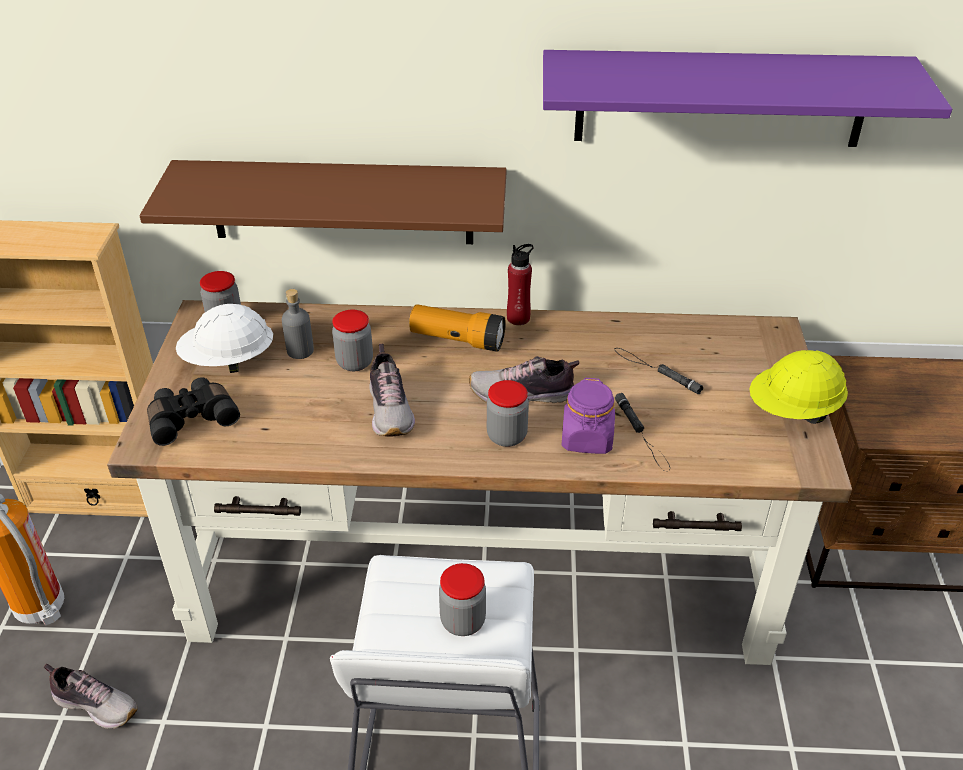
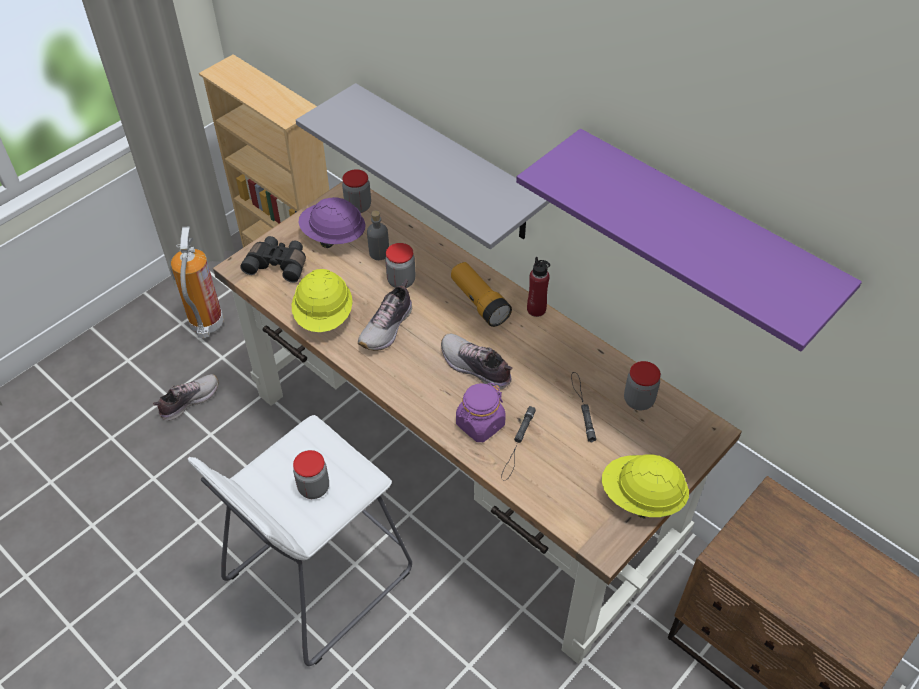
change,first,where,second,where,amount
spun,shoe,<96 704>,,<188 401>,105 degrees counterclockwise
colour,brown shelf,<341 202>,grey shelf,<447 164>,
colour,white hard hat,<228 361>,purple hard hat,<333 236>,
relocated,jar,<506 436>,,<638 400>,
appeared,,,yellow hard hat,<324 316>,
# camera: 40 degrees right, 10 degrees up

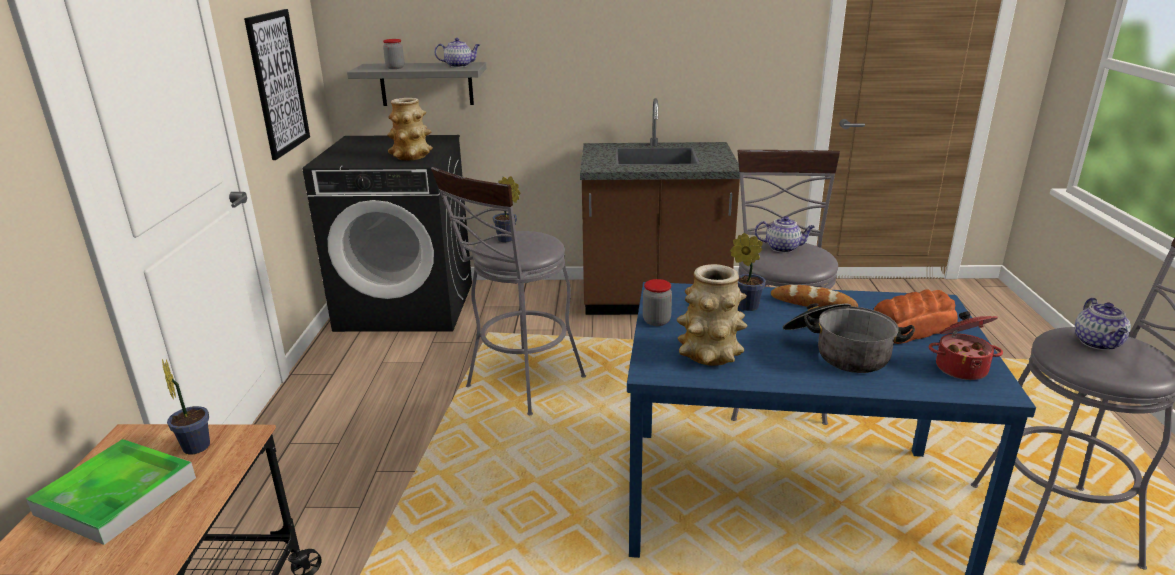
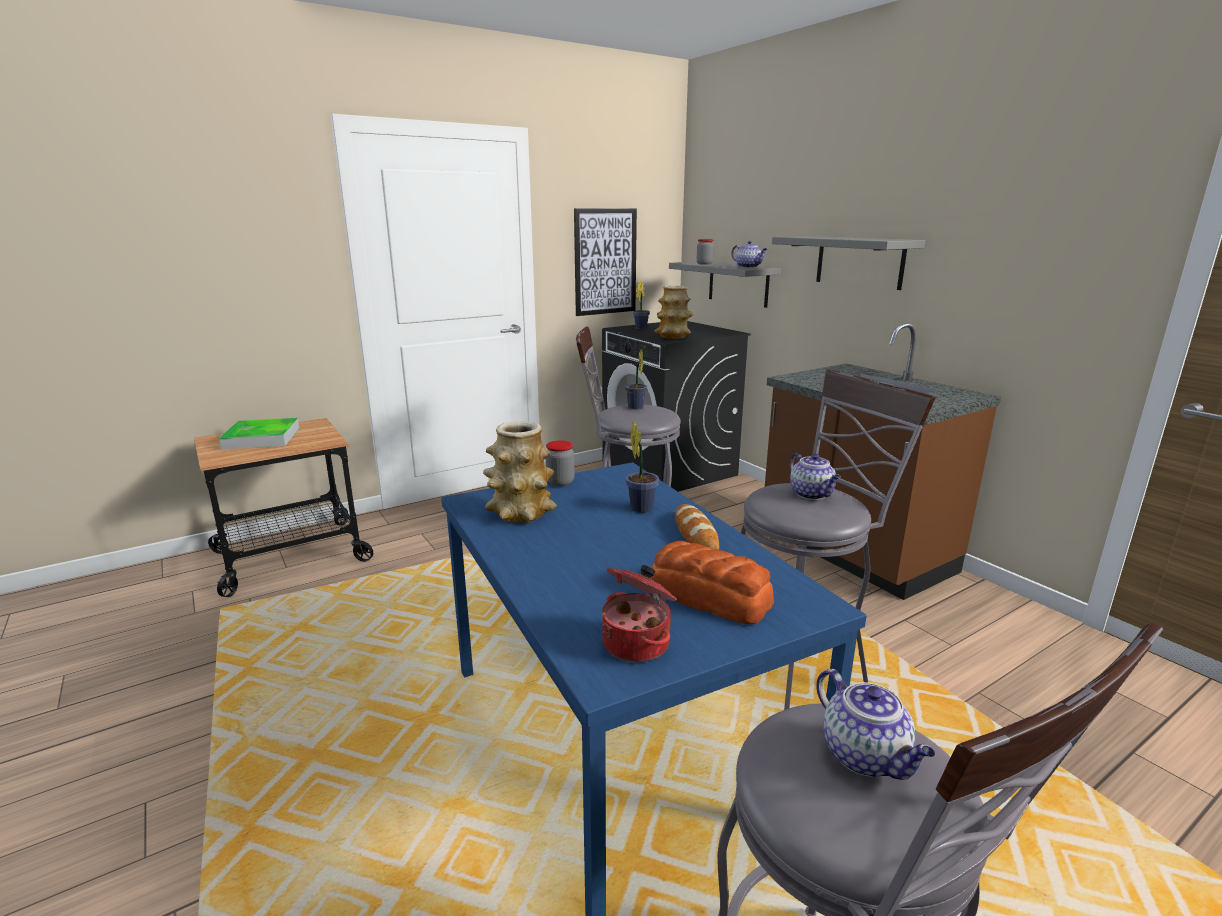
change,first,where,second,where,amount
relocated,potted plant,<196 445>,,<641 328>,
missing,cooking pot,<838 351>,,,
spun,teapot,<1098 343>,,<866 757>,90 degrees counterclockwise
appeared,,,grey shelf,<859 262>,
# camera: 55 degrees right, 5 degrees down

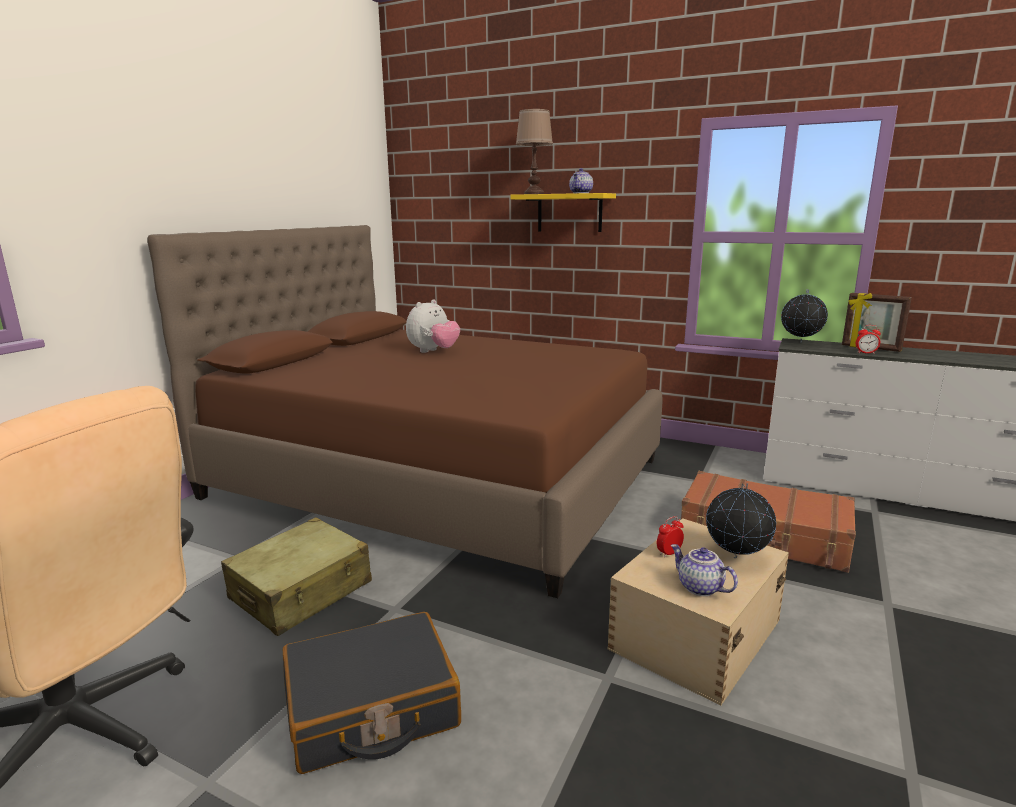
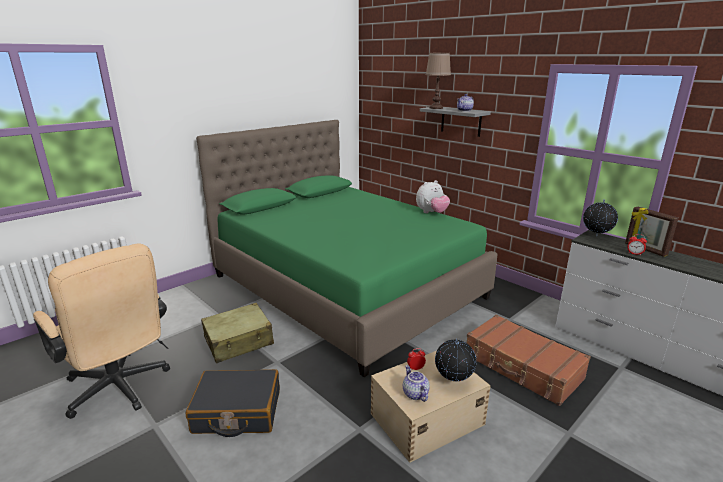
change,first,where,second,where,amount
colour,brown bed,<438 478>,green bed,<346 286>,
relocated,plush toy,<433 351>,,<431 213>,
colour,yellow shelf,<569 213>,grey shelf,<461 121>,
# camera: 20 degrees right, 5 degrees up

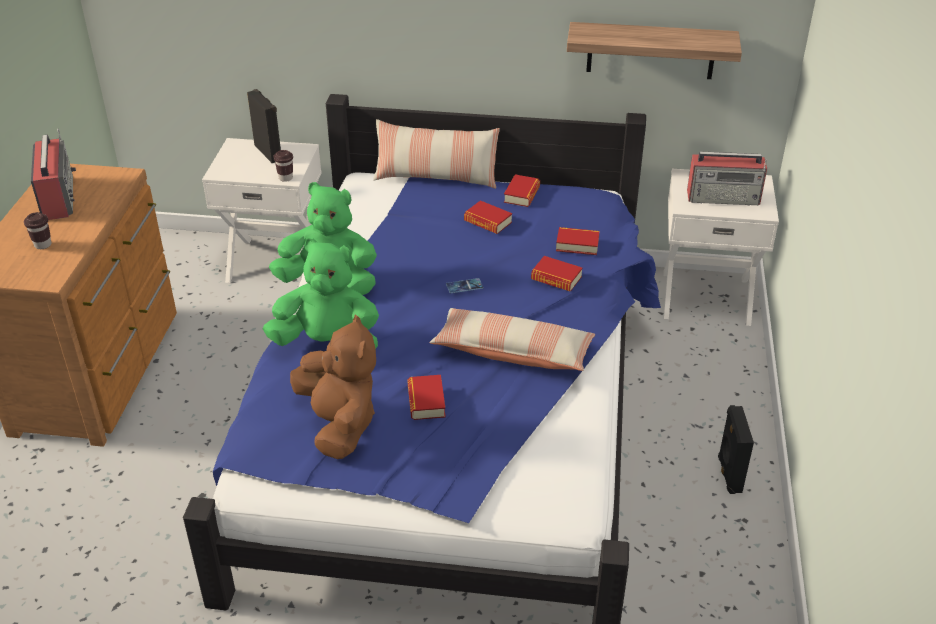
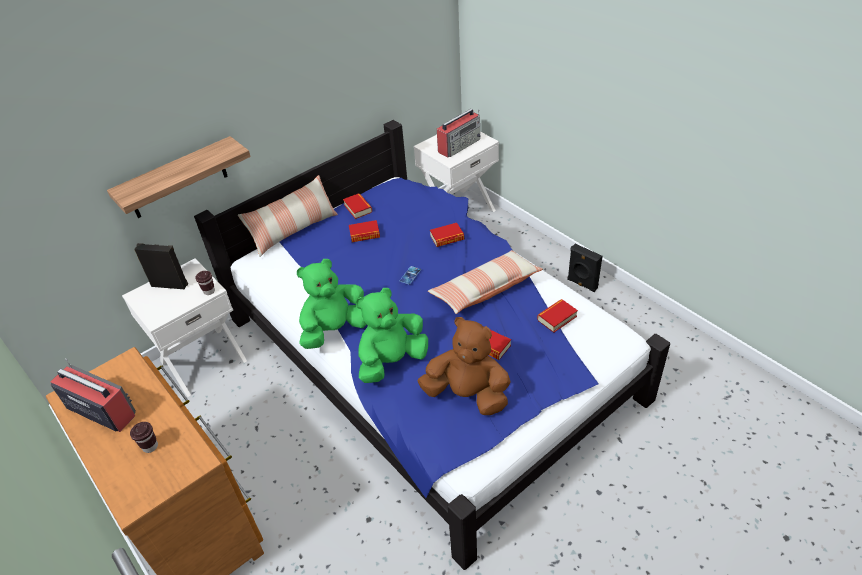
change,first,where,second,where,amount
relocated,book,<577 245>,,<557 318>,
relocated,shelf,<651 50>,,<177 179>,
# camera: 45 degrees left, 5 degrees up

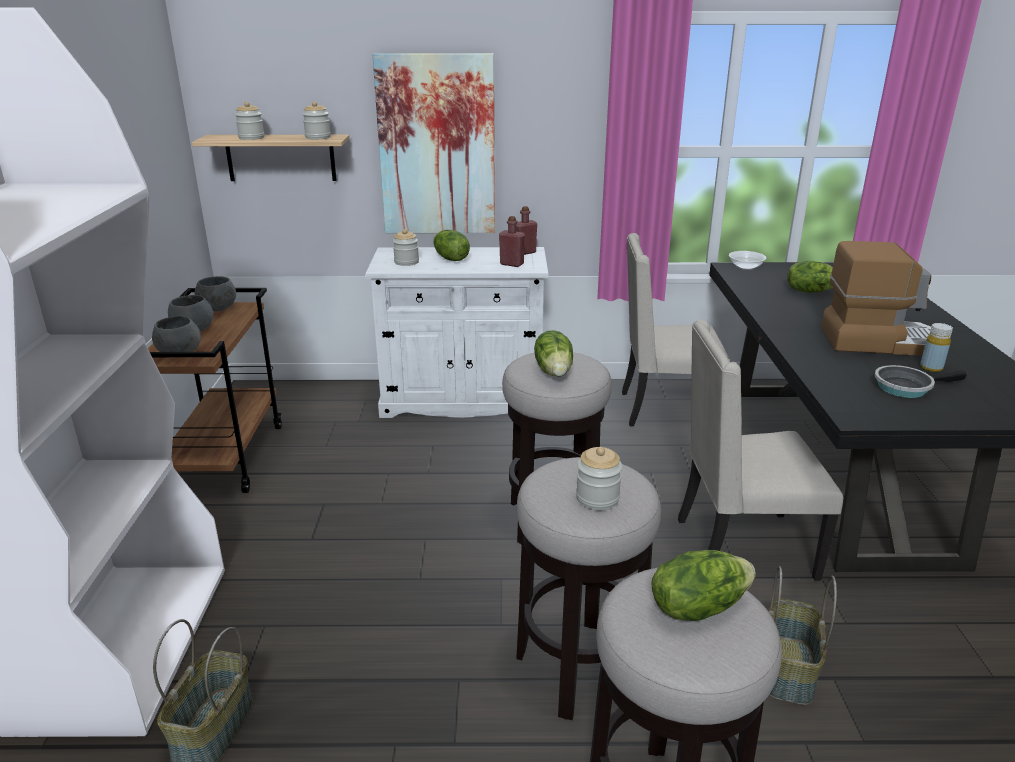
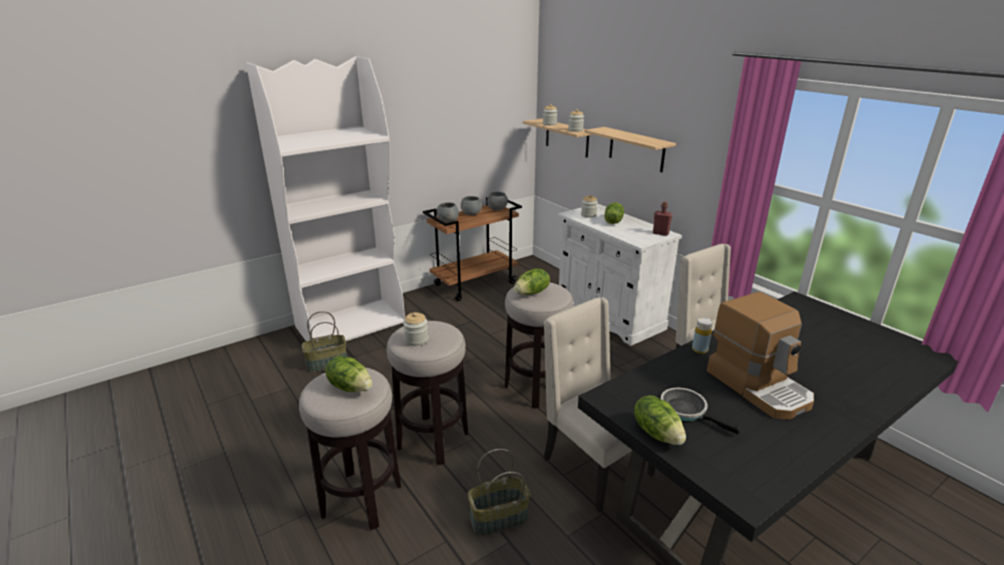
change,first,where,second,where,amount
exchanged,picture,<437 146>,shelf,<636 149>,
missing,red bottle,<511 264>,,,
missing,bowl,<745 267>,,,
relocated,lettuce,<810 291>,,<657 433>,
relocated,yellow bottle,<931 368>,,<699 350>,
# camera: 55 degrees right, 0 degrees up

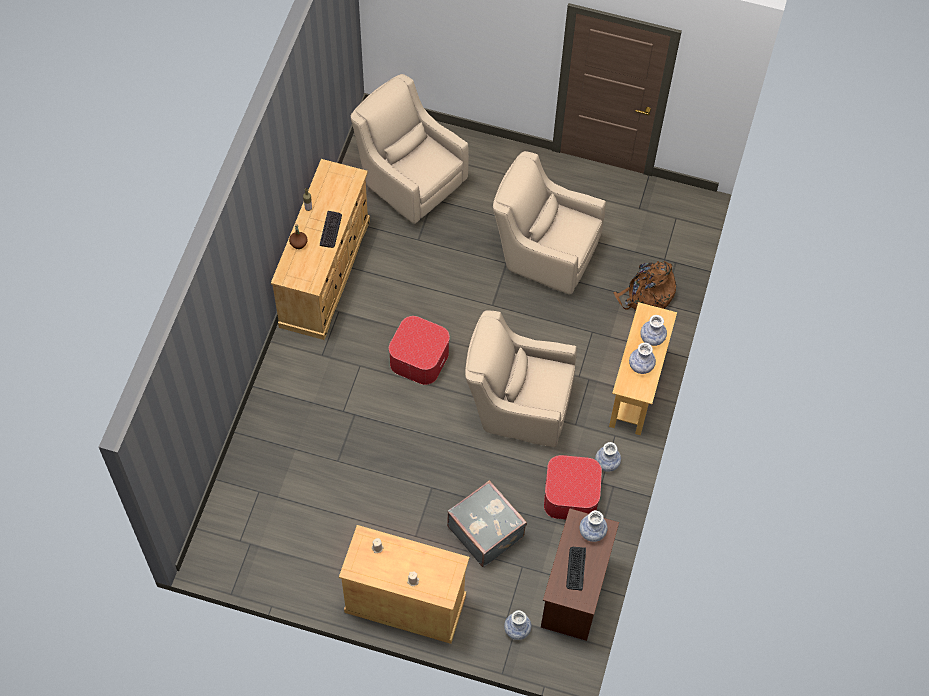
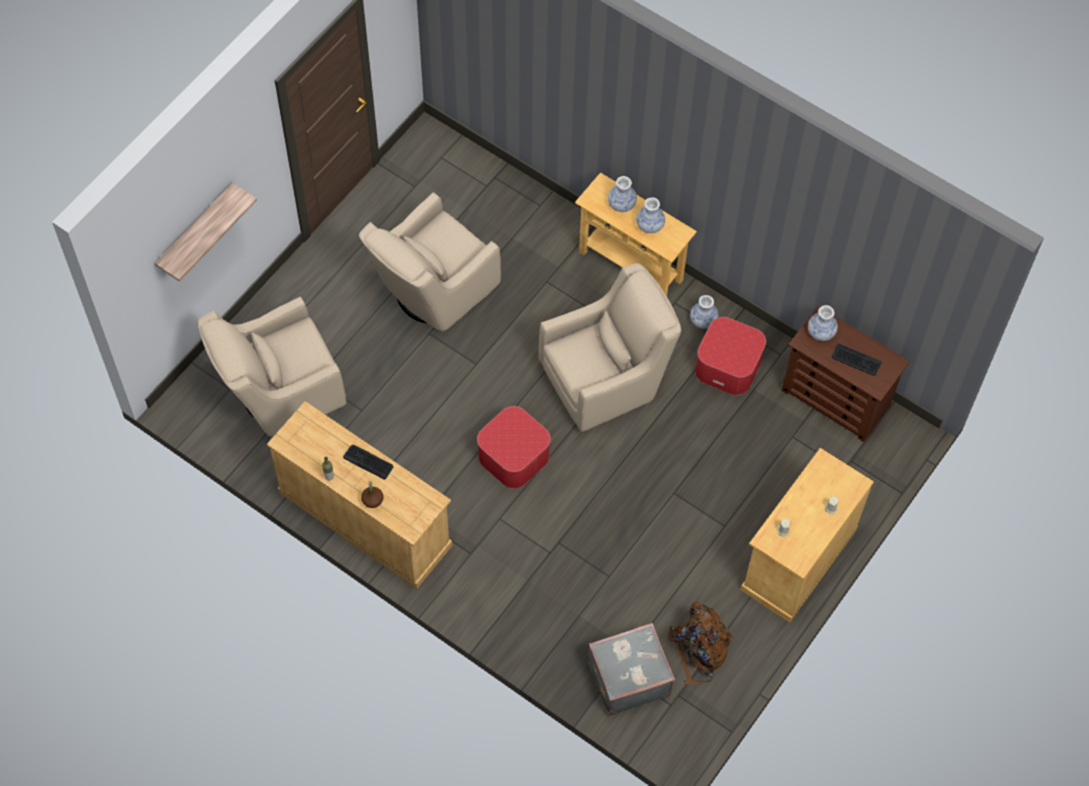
change,first,where,second,where,amount
relocated,grey suitcase,<486 531>,,<627 677>,
spun,beige armchair,<517 405>,,<607 380>,150 degrees counterclockwise
missing,vase,<517 629>,,,
relocated,brown backpack,<646 295>,,<699 649>,
appeared,,,shelf,<196 231>,
# camera: 70 degrees left, 0 degrees up

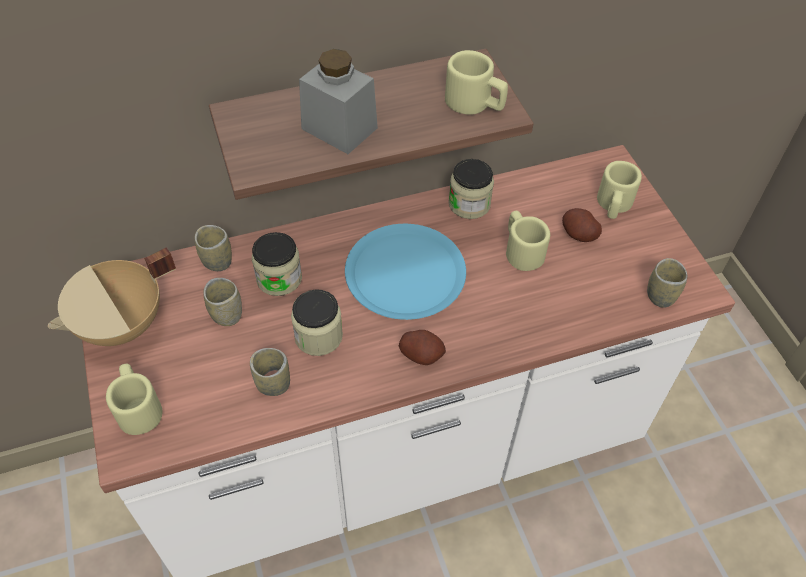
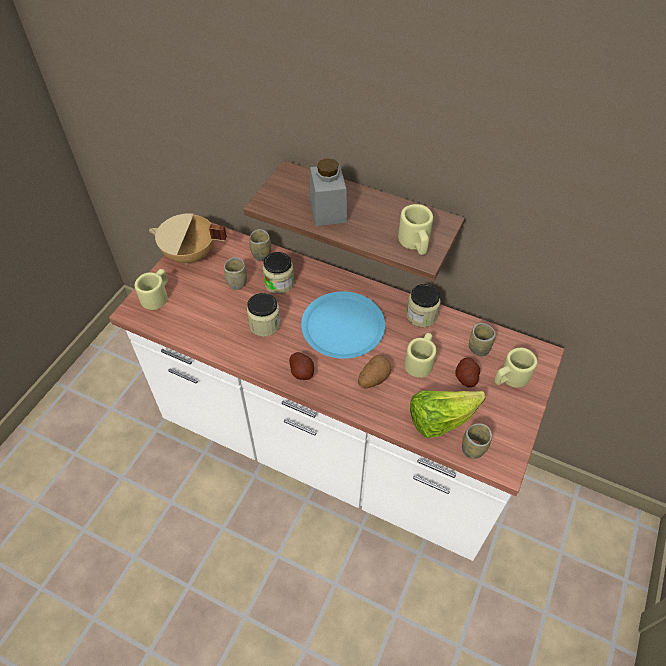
change,first,where,second,where,amount
relocated,cup,<273 384>,,<478 348>,
appeared,,,potato,<373 379>,
appeared,,,lettuce,<440 420>,
# camera: 45 degrees right, 0 degrees up

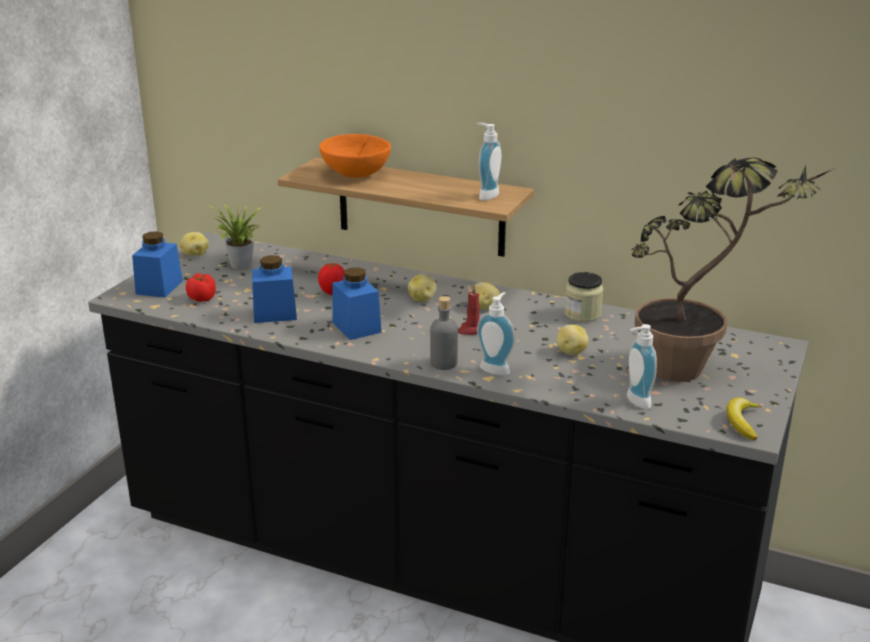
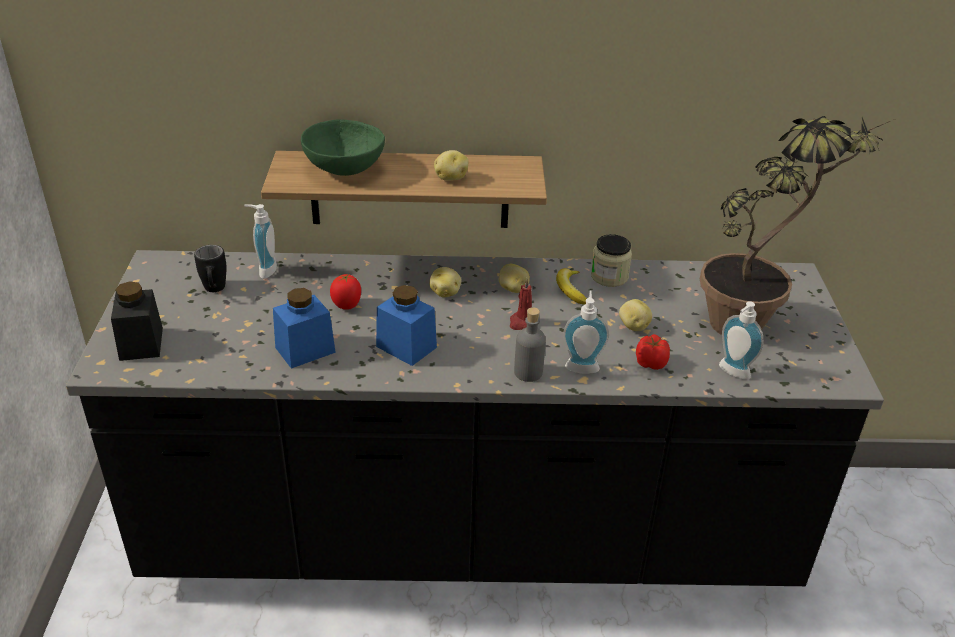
change,first,where,second,where,amount
colour,blue jar,<159 287>,black jar,<141 343>,
relocated,potato,<195 254>,,<450 178>,
relocated,tomato,<202 298>,,<651 362>,
exchanged,potted plant,<240 265>,black mug,<214 291>,
colour,orange bowl,<355 174>,green bowl,<343 168>,
relocated,soap dispenser,<486 195>,,<264 270>,
relocated,banana,<742 422>,,<570 290>,
# camera: 25 degrees left, 10 degrees up

